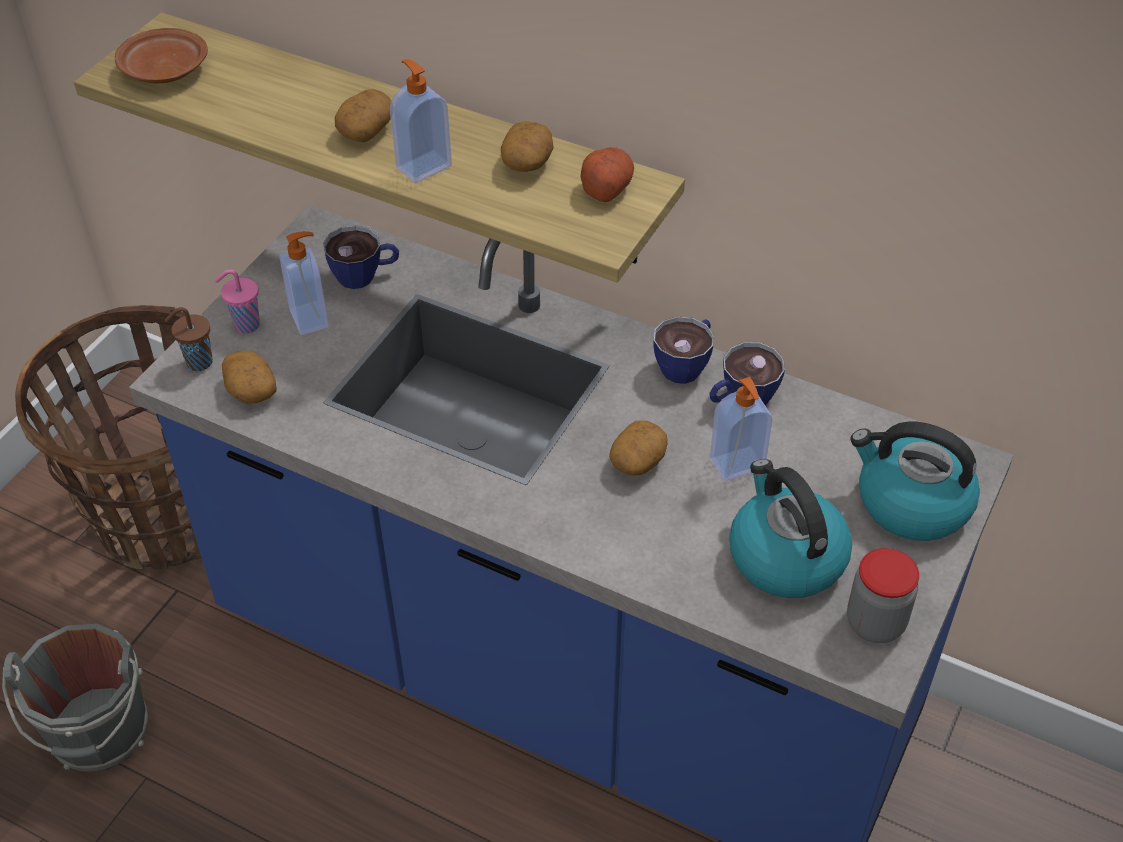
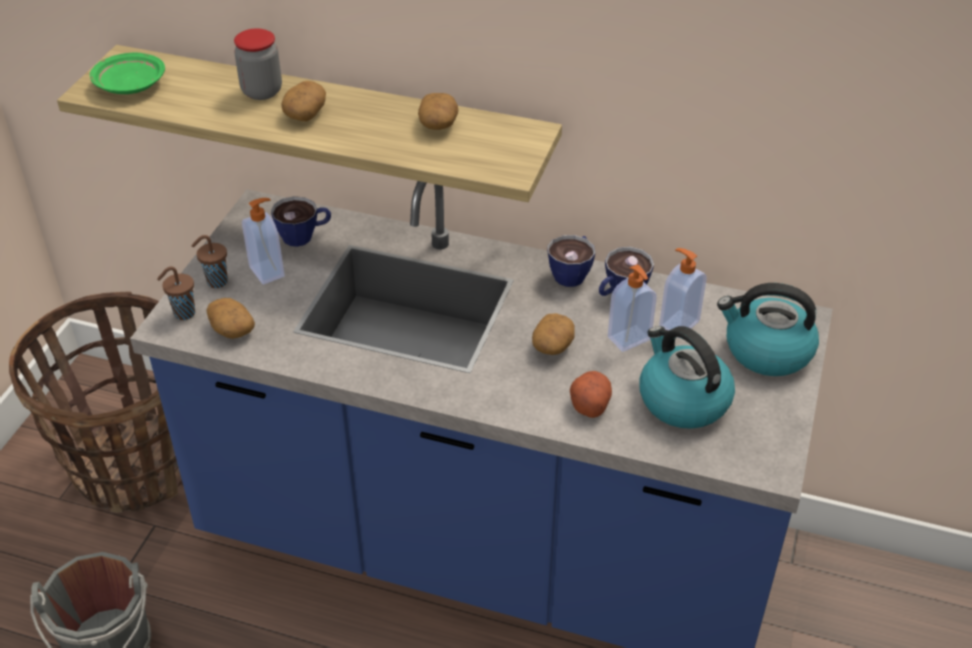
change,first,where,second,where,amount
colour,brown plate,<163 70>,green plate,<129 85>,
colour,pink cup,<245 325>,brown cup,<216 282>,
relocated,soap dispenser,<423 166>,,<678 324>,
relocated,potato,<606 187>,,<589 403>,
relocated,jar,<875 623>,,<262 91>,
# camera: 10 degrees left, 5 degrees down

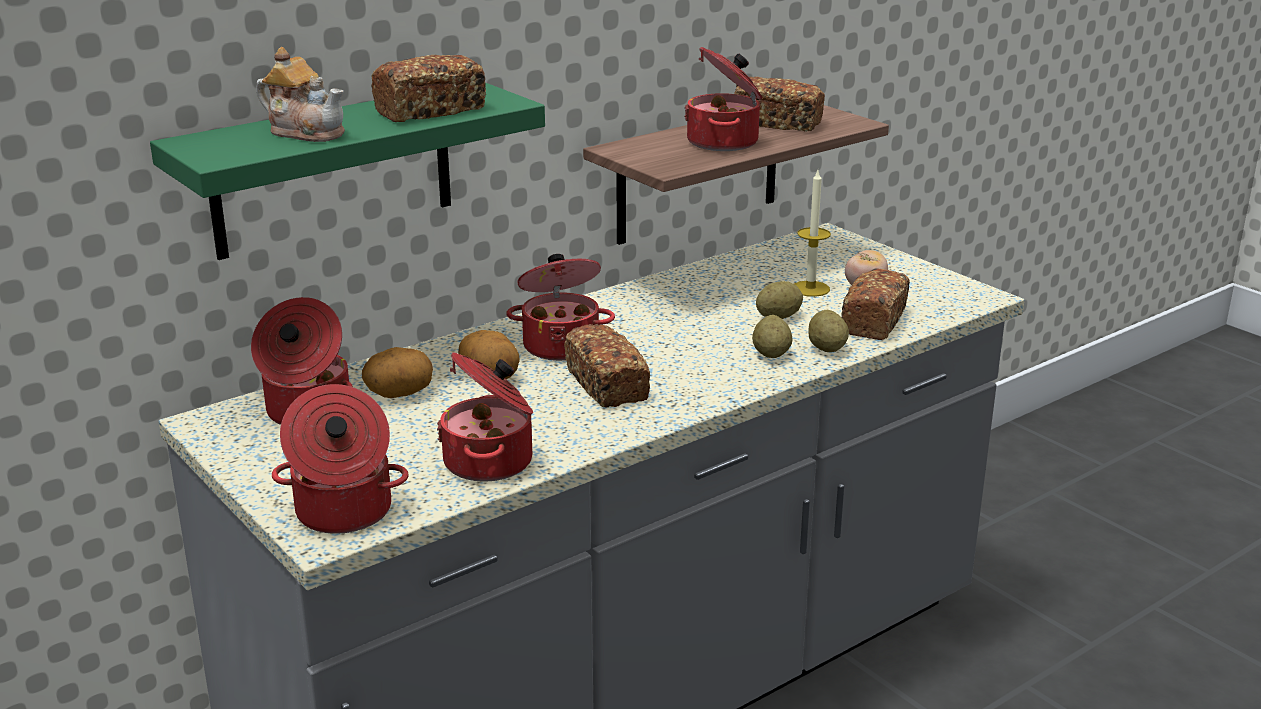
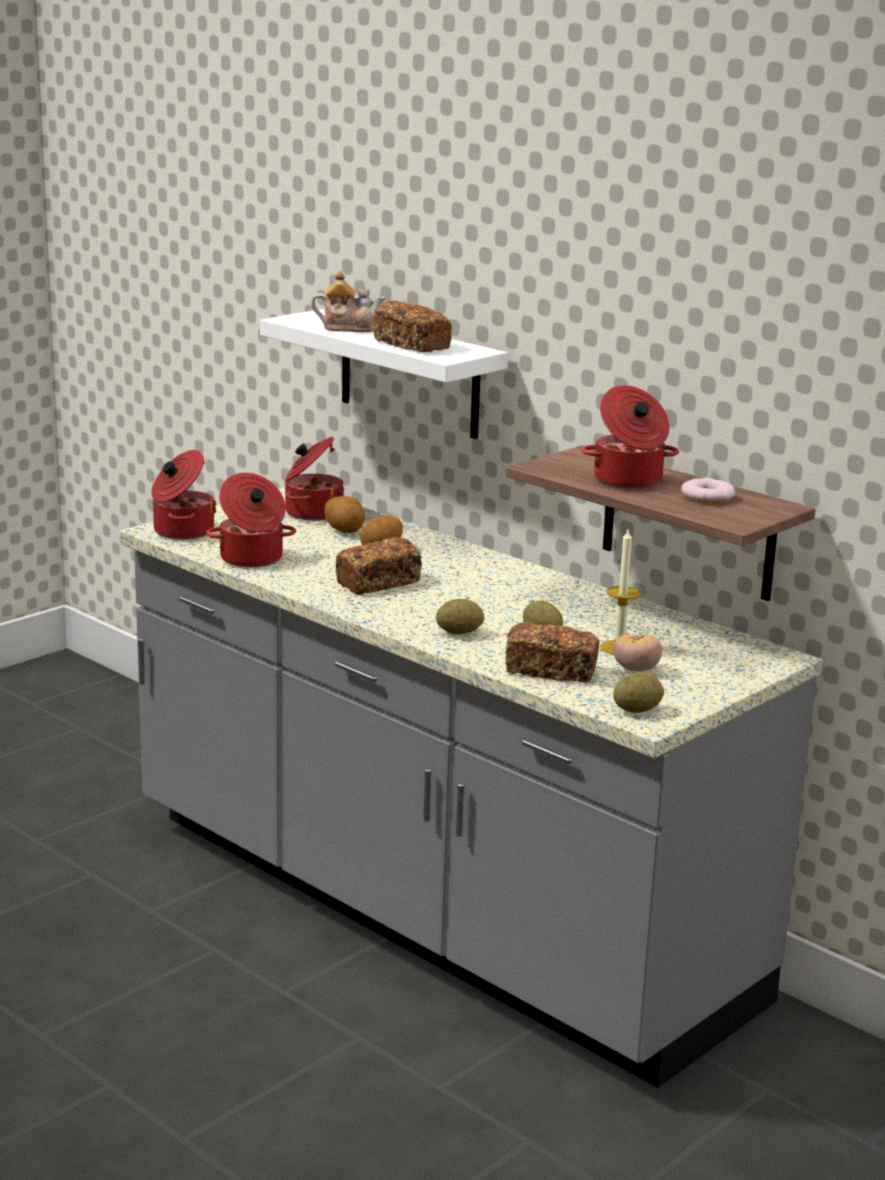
change,first,where,second,where,amount
colour,green shelf,<333 170>,white shelf,<409 374>,
spun,teapot,<306 132>,,<348 328>,105 degrees counterclockwise
missing,cooking pot,<561 345>,,,
exchanged,bread,<778 123>,donut,<707 497>,
relocated,potato,<827 348>,,<637 710>,
# camera: 80 degrees right, 5 degrees down

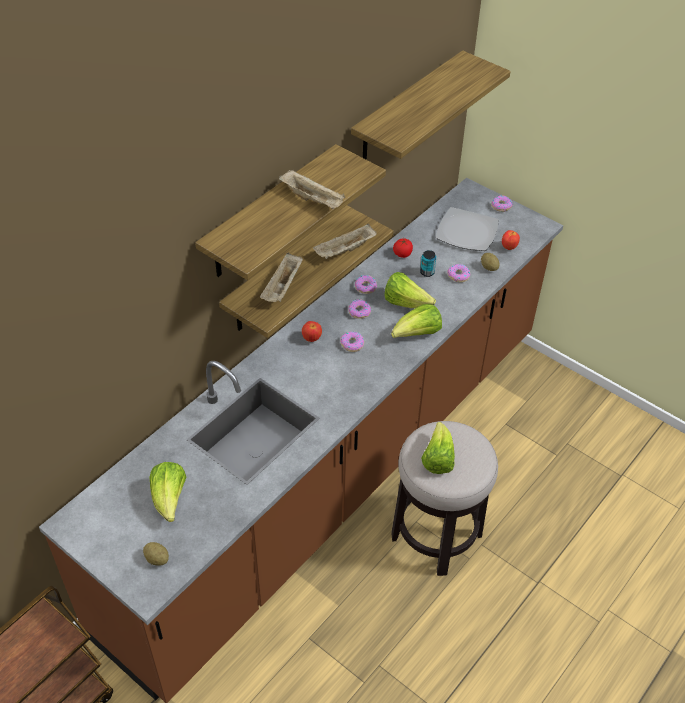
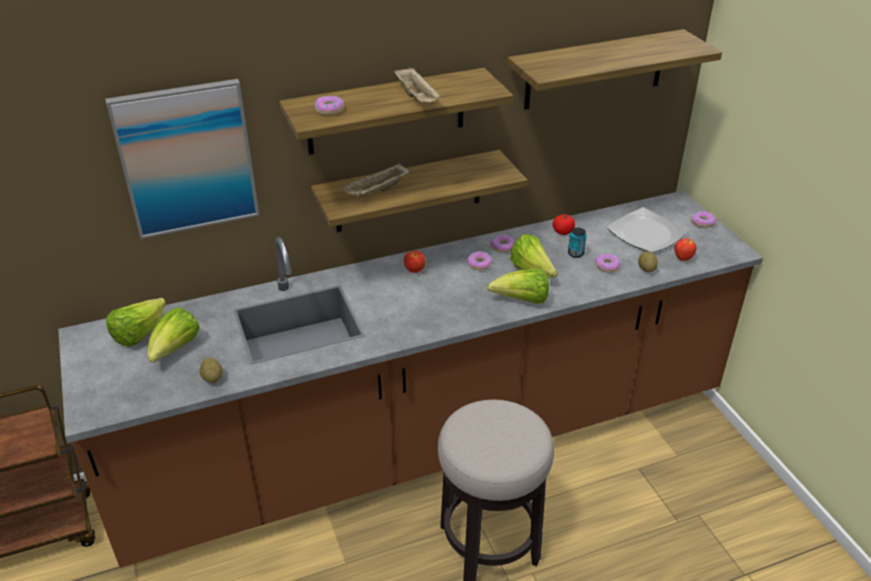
change,first,where,second,where,amount
relocated,potato,<157 559>,,<212 378>,
missing,beige tray,<345 251>,,,
relocated,donut,<352 344>,,<329 110>,
relocated,lettuce,<437 459>,,<139 334>,
appeared,,,picture,<187 158>,
# camera: 30 degrees right, 10 degrees down

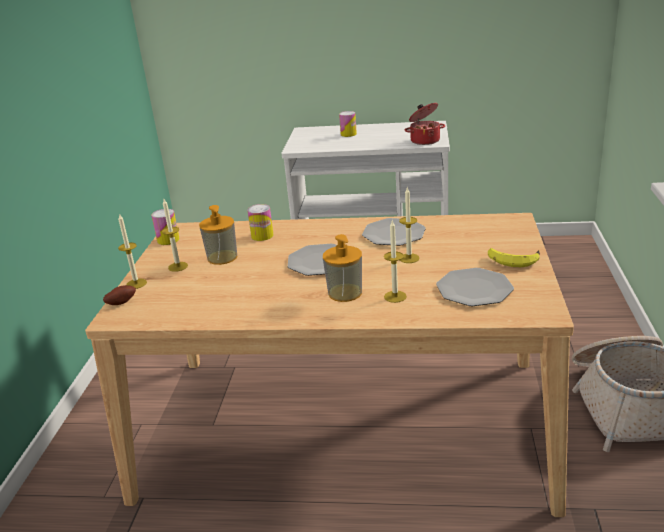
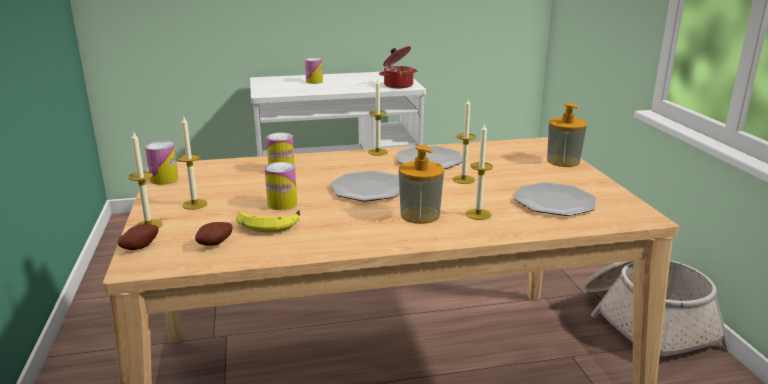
change,first,where,second,where,amount
relocated,soap dispenser,<222 257>,,<563 161>,
relocated,banana,<513 259>,,<269 224>,
appeared,,,potato,<216 244>,
appeared,,,can,<282 203>,
appeared,,,candle,<378 152>,
# camera: 20 degrees left, 5 degrees down

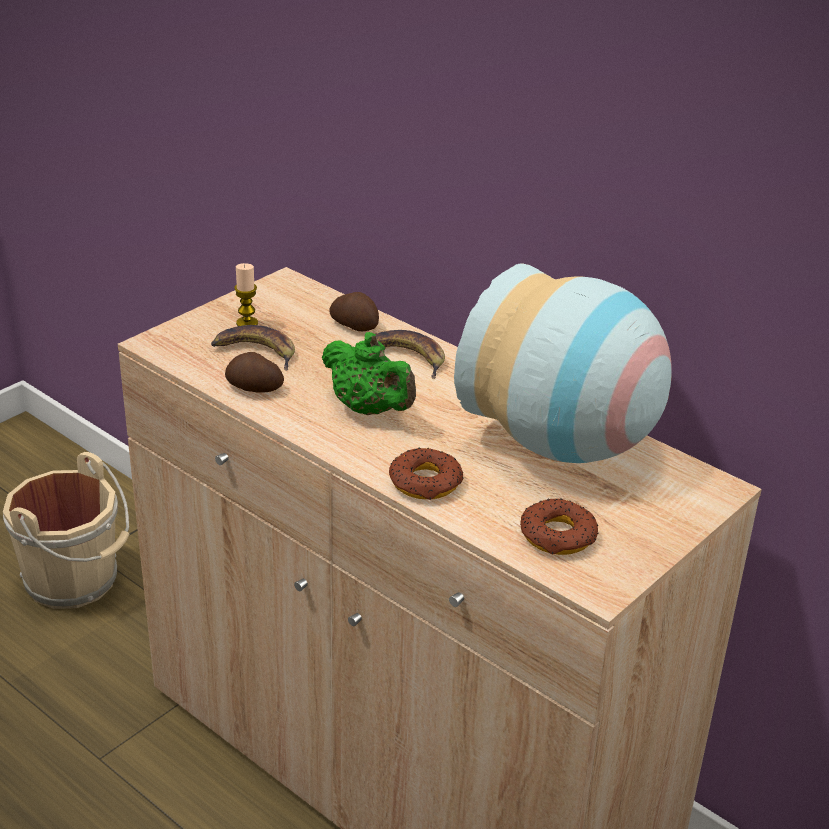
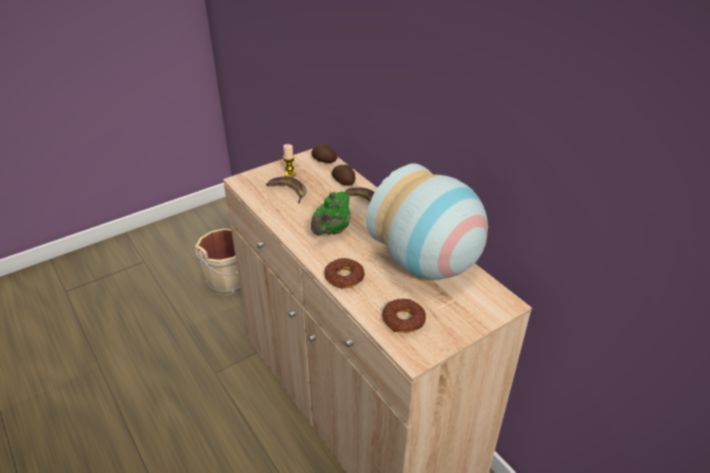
change,first,where,second,where,amount
relocated,potato,<254 388>,,<324 160>,
spun,green teapot,<369 409>,,<332 231>,60 degrees clockwise
# camera: 15 degrees right, 5 degrees up

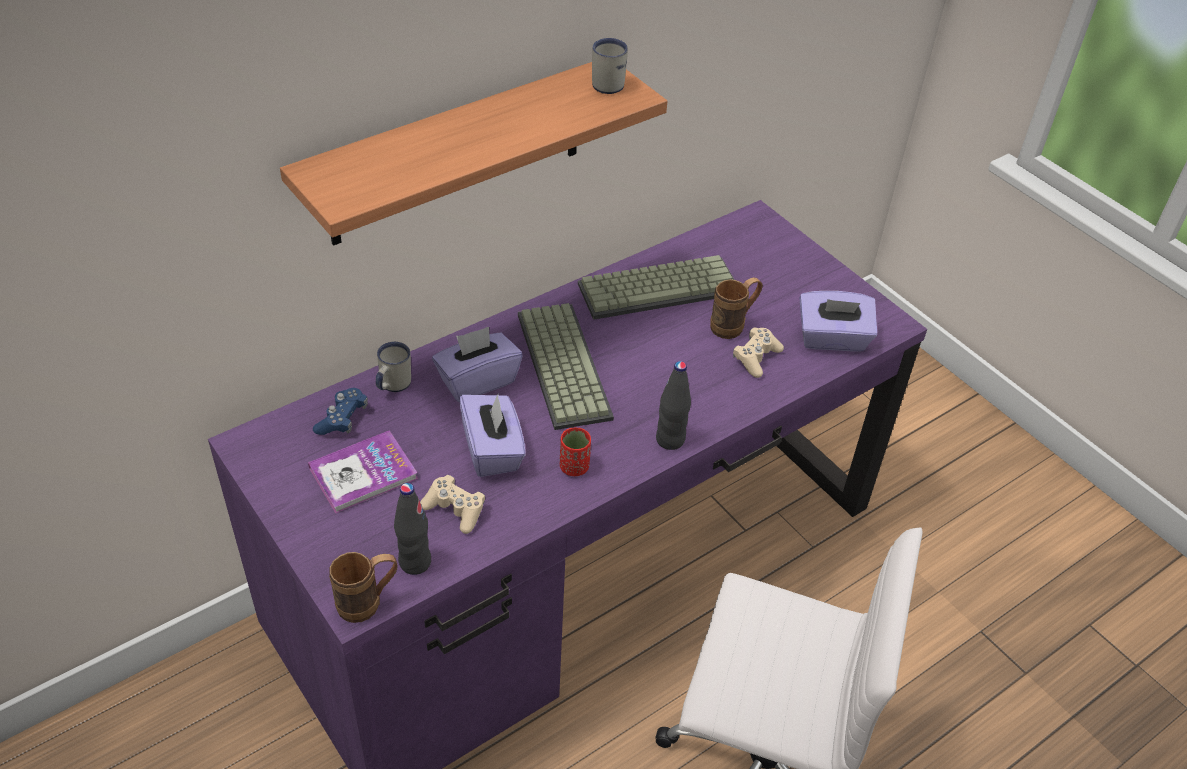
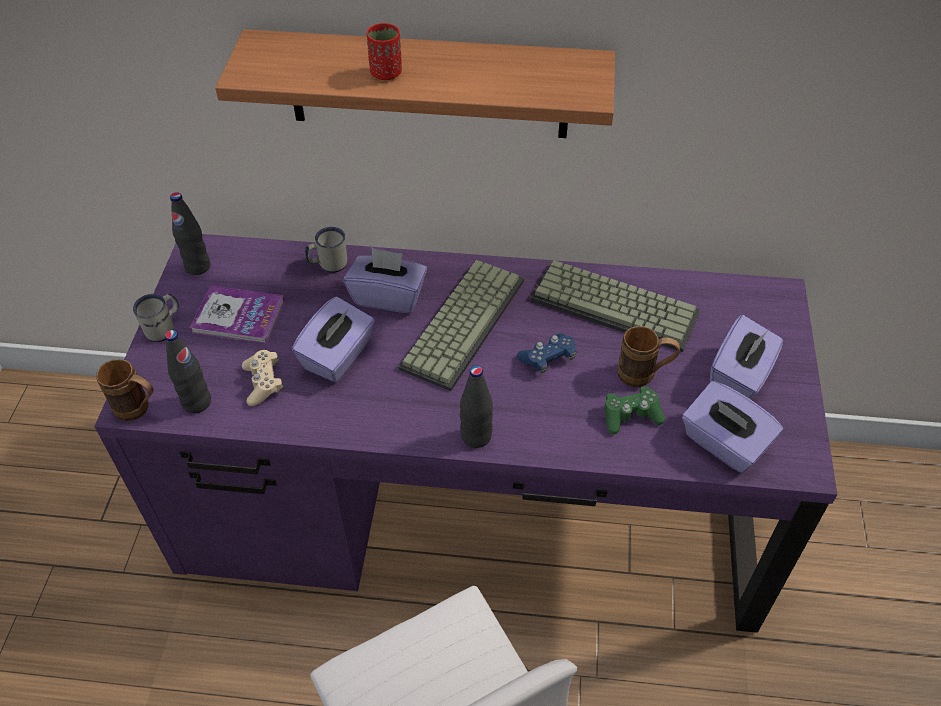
change,first,where,second,where,amount
relocated,blue game controller,<342 419>,,<548 358>,
relocated,red cup,<574 467>,,<386 73>,
relocated,white mug,<608 82>,,<164 328>,
colour,beige game controller,<756 358>,green game controller,<631 415>,
appeared,,,black bottle,<198 266>,
appeared,,,purple tissue box,<740 376>,
# camera: 45 degrees right, 5 degrees up

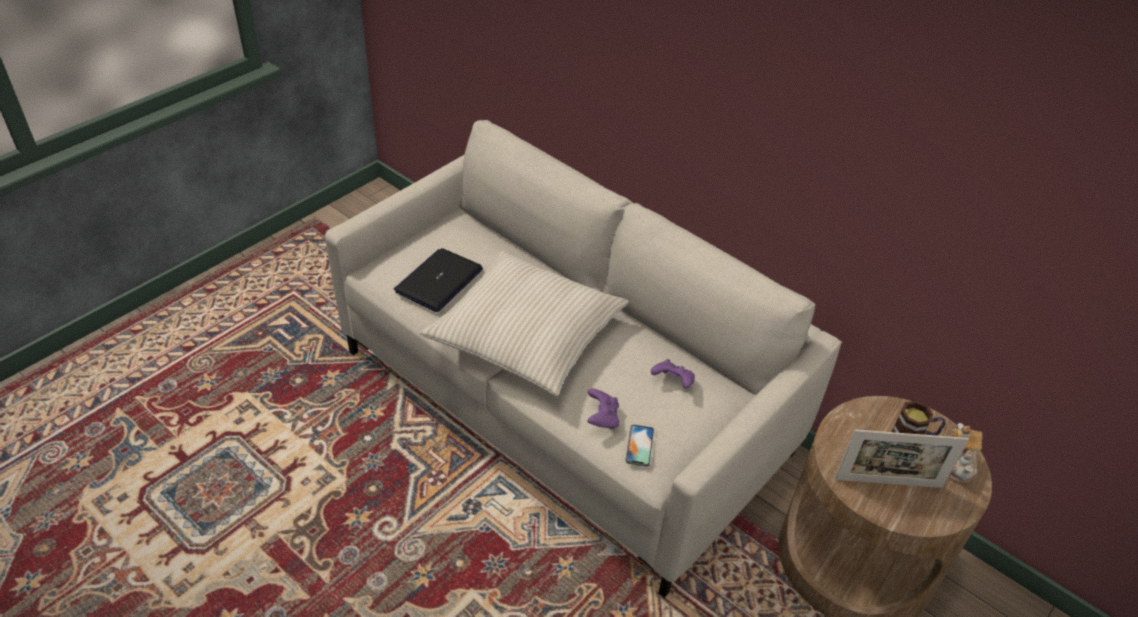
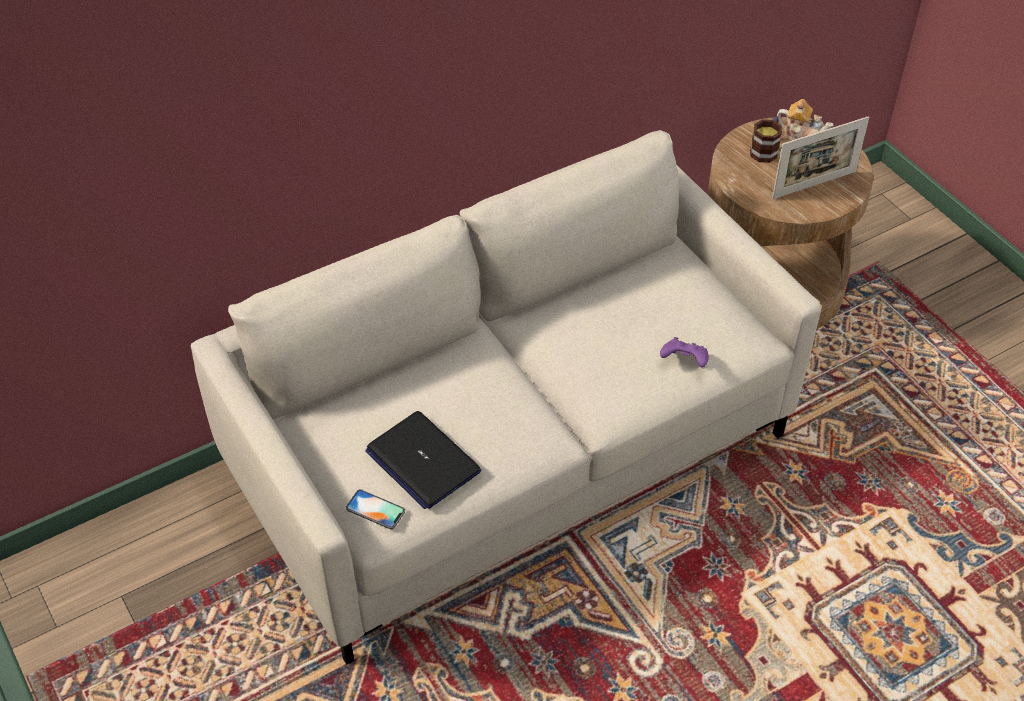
change,first,where,second,where,amount
missing,beige pillow,<526 334>,,,
relocated,phone,<639 445>,,<375 509>,
missing,purple game controller,<672 382>,,,
spun,picture frame,<888 483>,,<814 185>,45 degrees clockwise
# camera: 70 degrees left, 5 degrees up

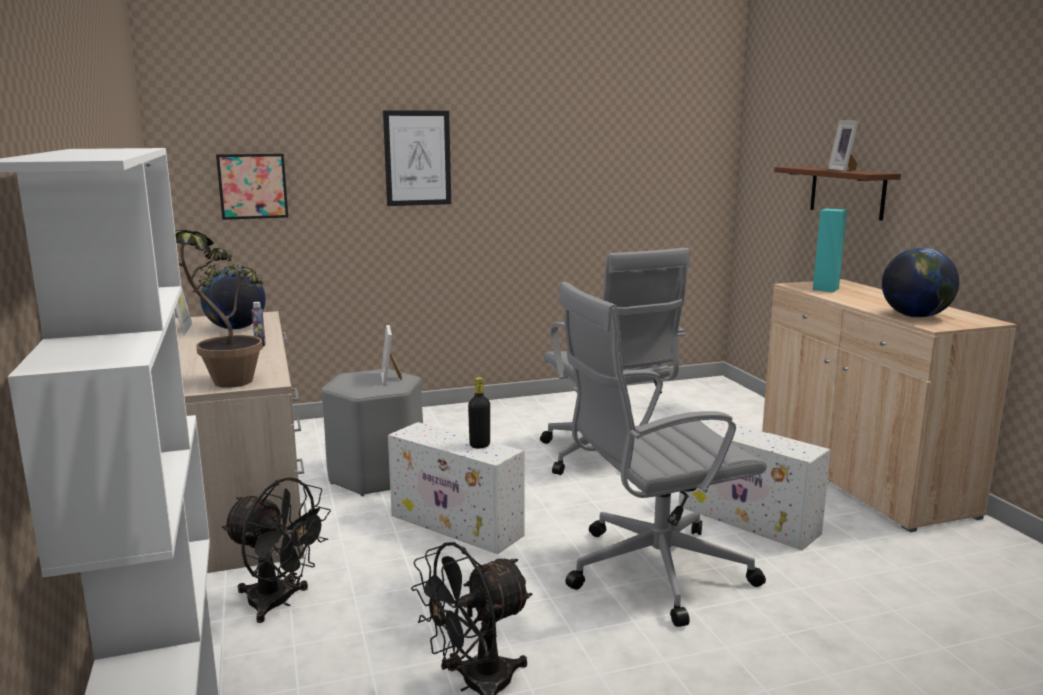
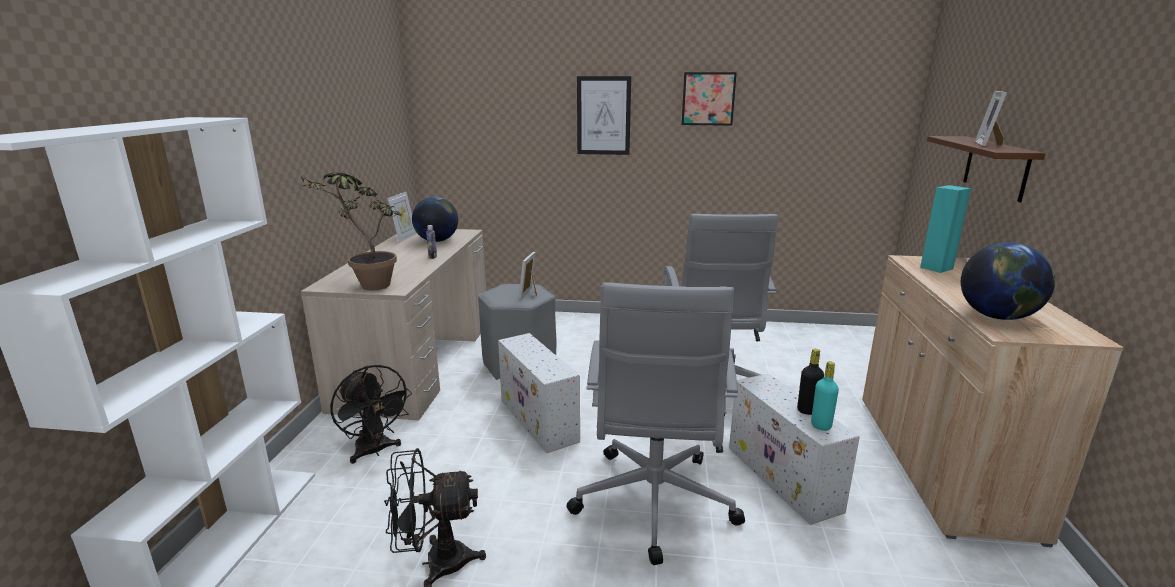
change,first,where,second,where,amount
relocated,picture,<252 186>,,<708 99>,
relocated,black bottle,<479 445>,,<807 410>,
spun,grey office chair,<651 571>,,<653 504>,90 degrees counterclockwise
appeared,,,turquoise bottle,<821 425>,
# camera: 25 degrees right, 5 degrees up

